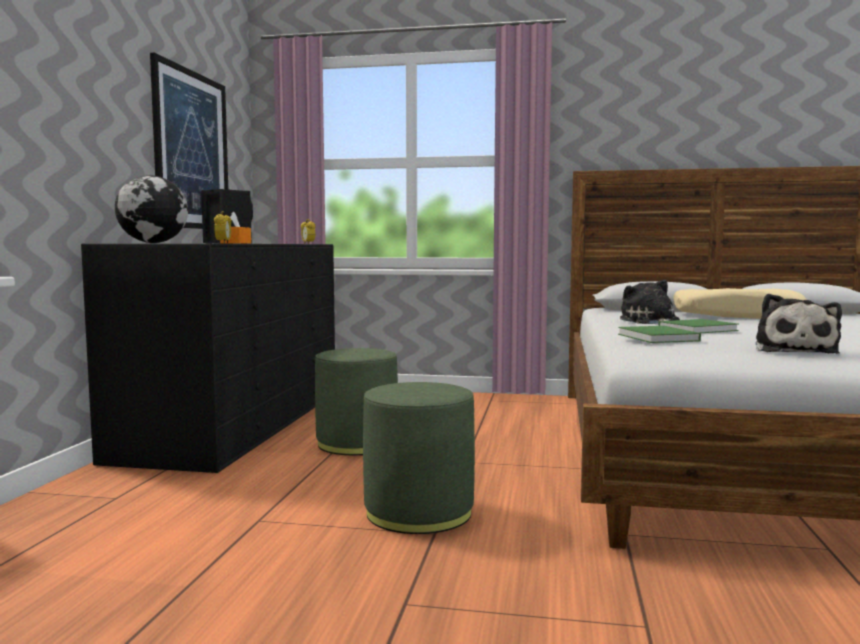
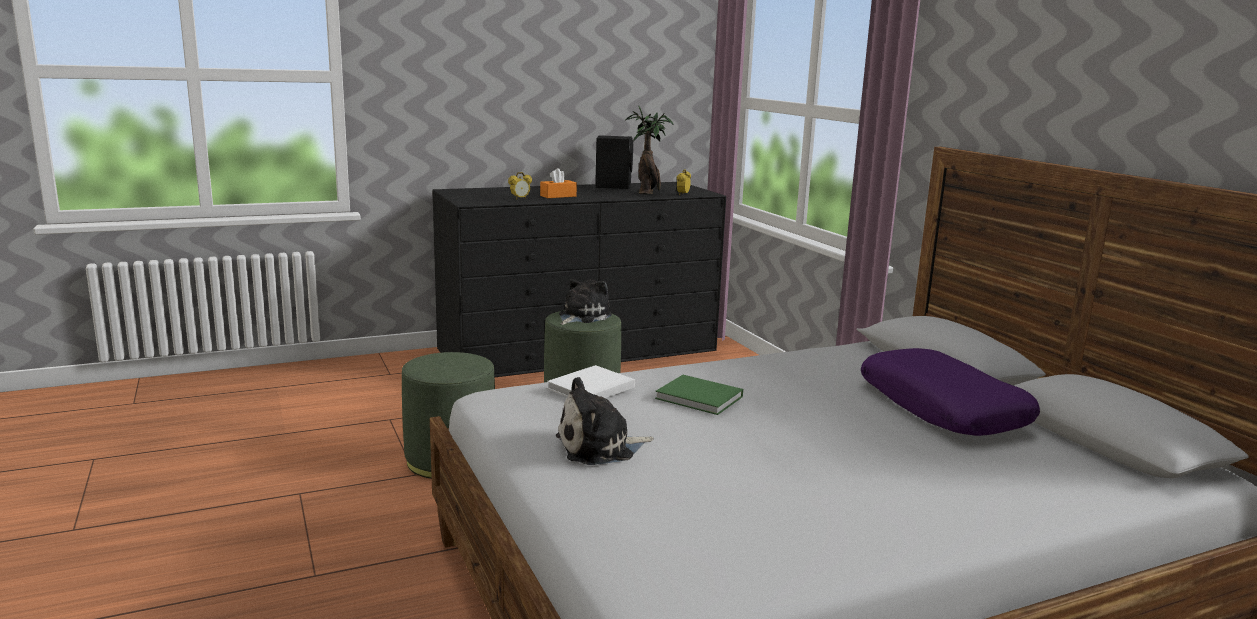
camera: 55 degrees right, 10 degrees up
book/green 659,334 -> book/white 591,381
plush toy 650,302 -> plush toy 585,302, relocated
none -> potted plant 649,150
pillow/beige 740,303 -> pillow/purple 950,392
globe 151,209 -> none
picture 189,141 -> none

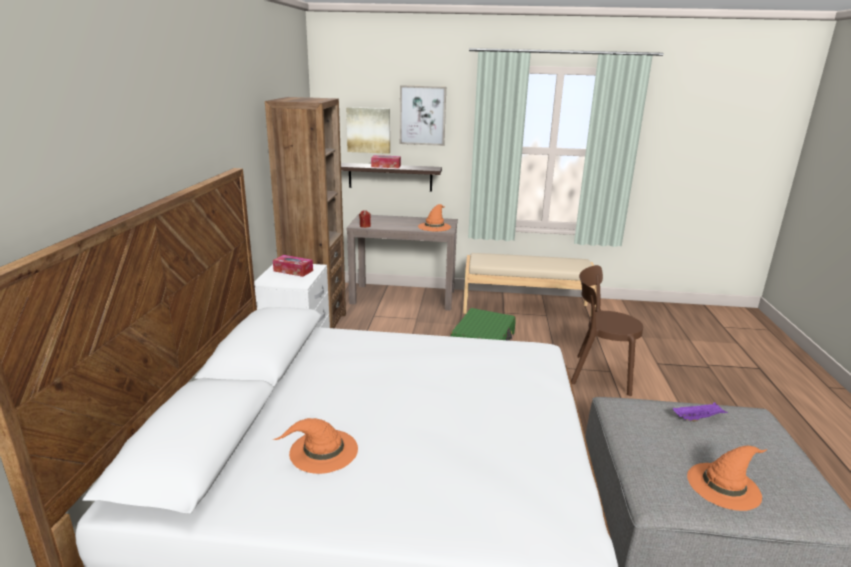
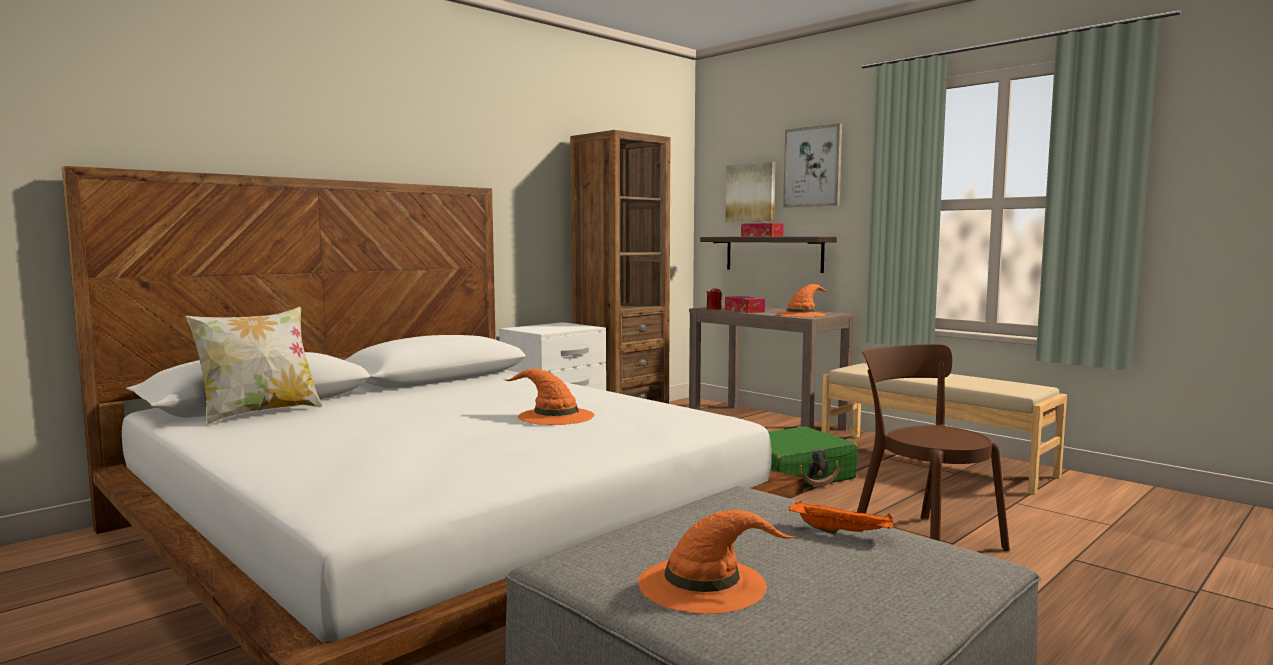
camera: 40 degrees right, 15 degrees down
none -> pillow 254,366
hat/orange 315,446 -> hat/orange 548,397, relocated
tissue box 293,266 -> tissue box 745,304, relocated
tray/purple 700,411 -> tray/orange 841,517

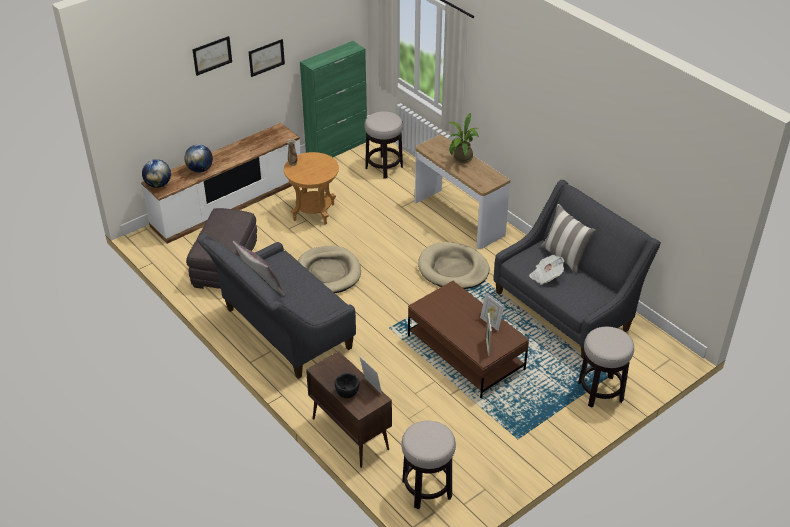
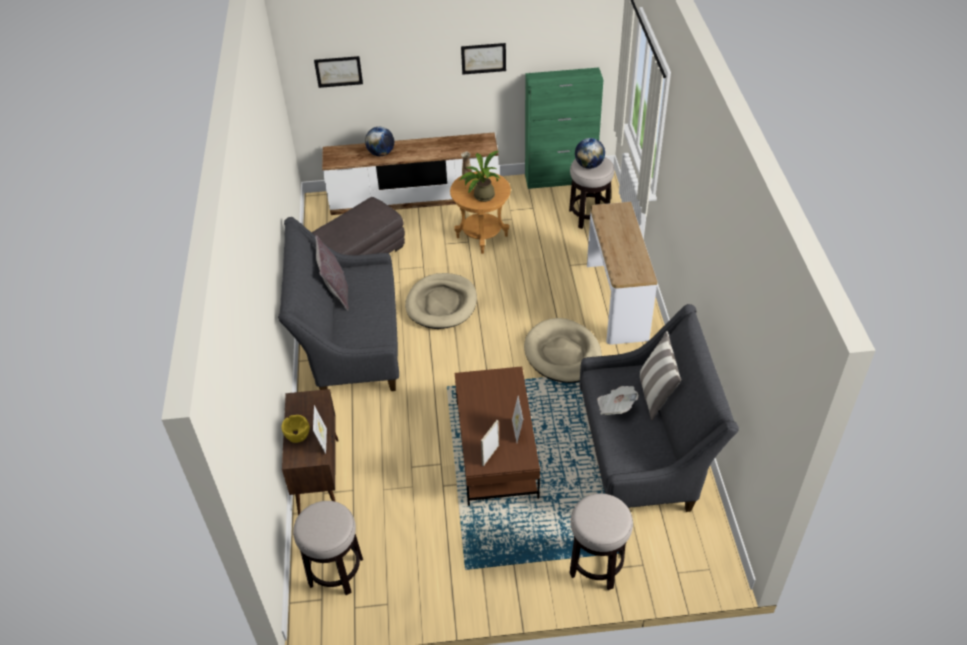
camera: 35 degrees right, 5 degrees up
bowl/black 346,385 -> bowl/yellow 295,429
picture 212,56 -> picture 338,72, relocated
potted plant 464,138 -> potted plant 479,176, relocated
globe 156,173 -> globe 590,153, relocated

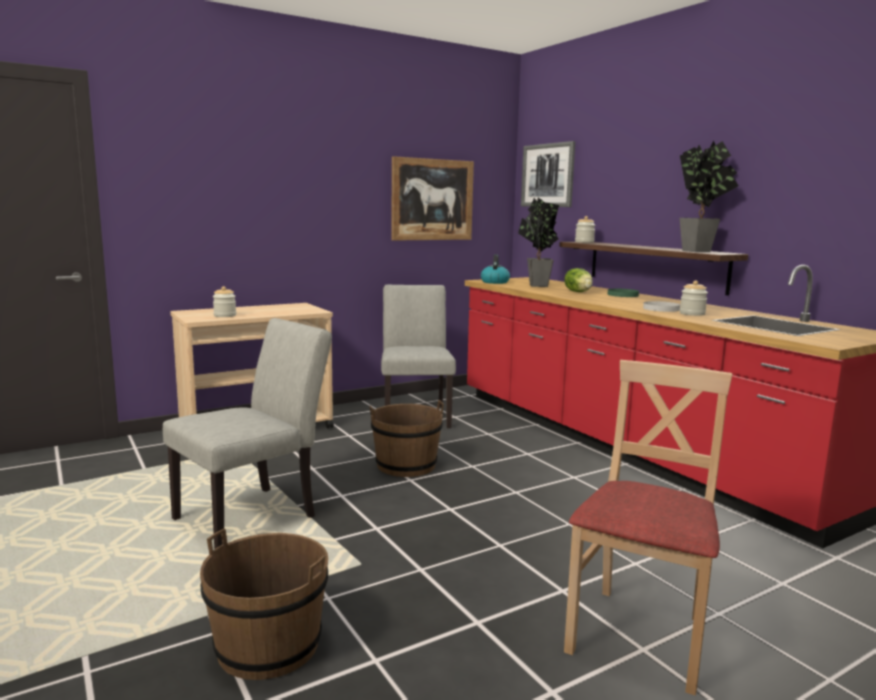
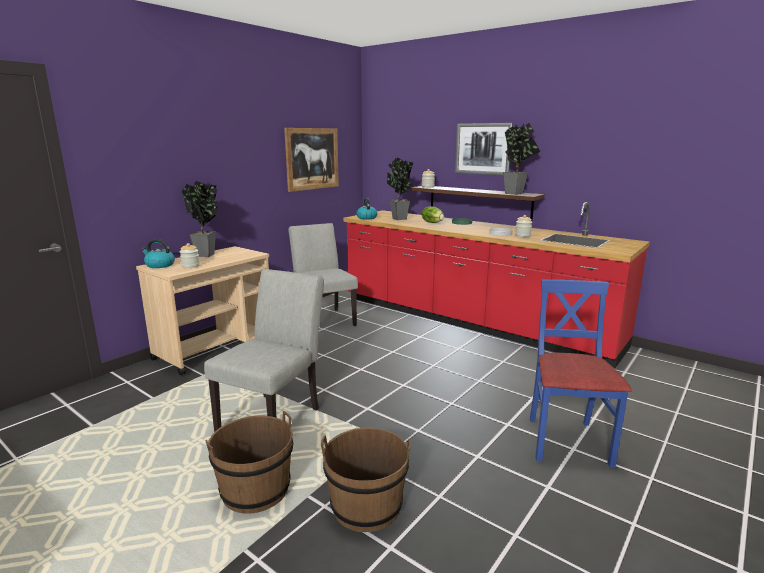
camera: 20 degrees left, 5 degrees up
none -> kettle 158,253
none -> potted plant 200,219
bucket/brown 407,438 -> bucket/brown 249,462, relocated
picture 548,174 -> picture 484,149, relocated
chair/beige 648,527 -> chair/blue 581,374

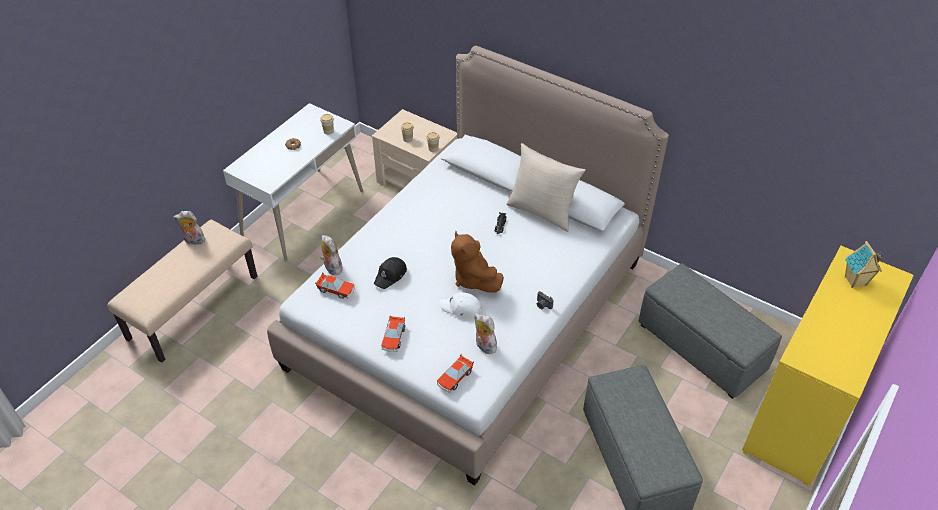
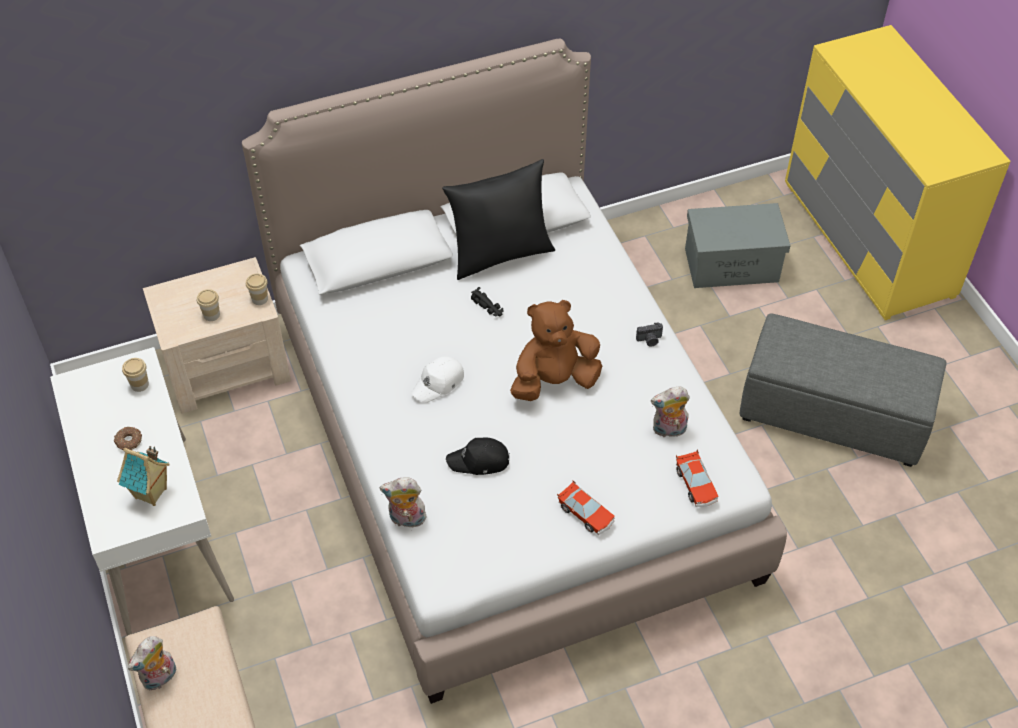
camera: 55 degrees left, 5 degrees up
toy house 864,264 -> toy house 143,476, relocated
cap/white 460,304 -> cap/white 437,379, relocated
pillow/beige 546,187 -> pillow/black 498,219
cap/black 390,273 -> cap/black 477,456, 105 degrees clockwise
plush toy/brown 477,262 -> plush toy/brown 556,350, 150 degrees clockwise
ottoman/grey 710,331 -> storage box/grey 738,245
toy car 335,286 -> none

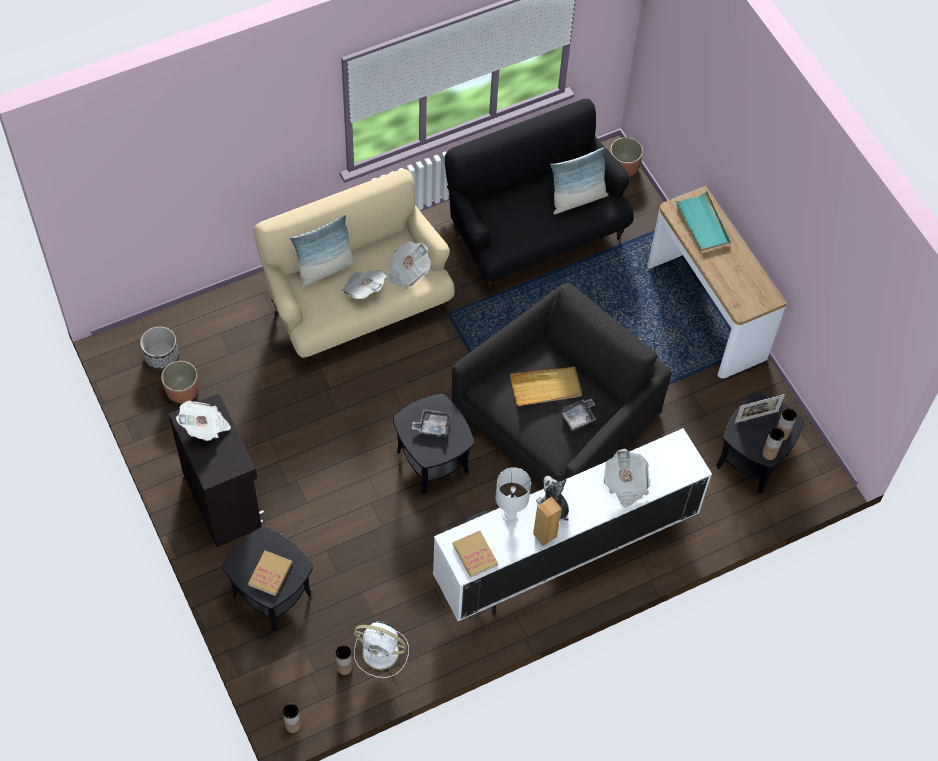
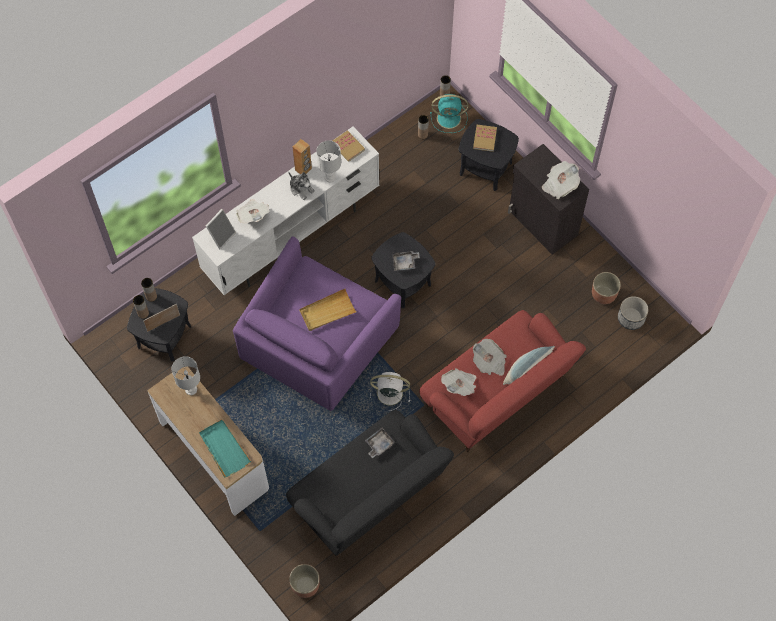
camera: 170 degrees right, 5 degrees up
none -> table lamp/white 186,375
none -> picture frame 221,229
armchair/black 562,385 -> armchair/purple 317,323
tray/grey 577,414 -> tray/grey 380,443, relocated
fan/white 381,649 -> fan/white 390,391, relocated
sofa/beige 354,268 -> sofa/red 502,381
none -> fan/turquoise 449,113
pillow 579,180 -> none

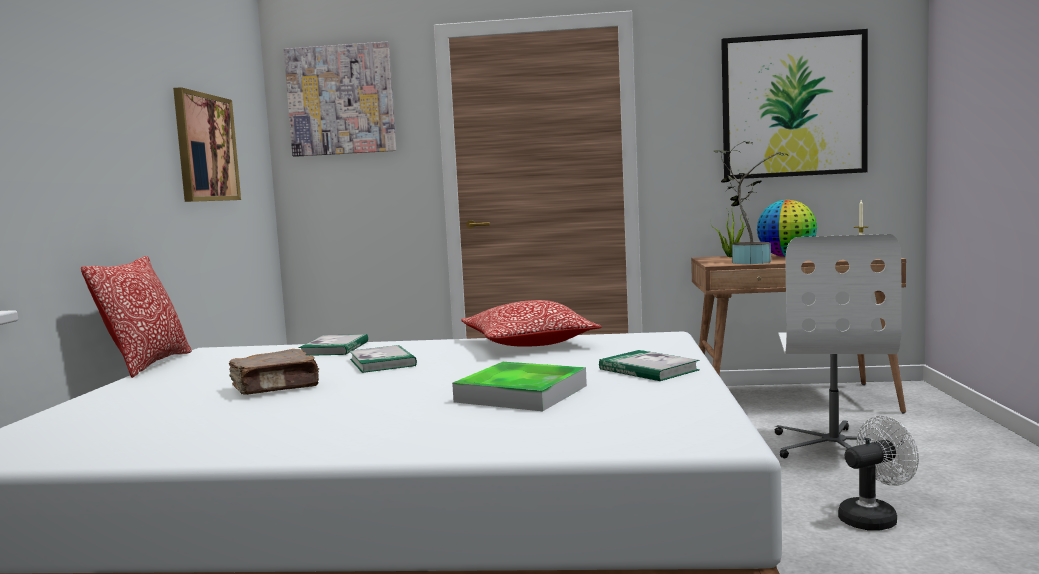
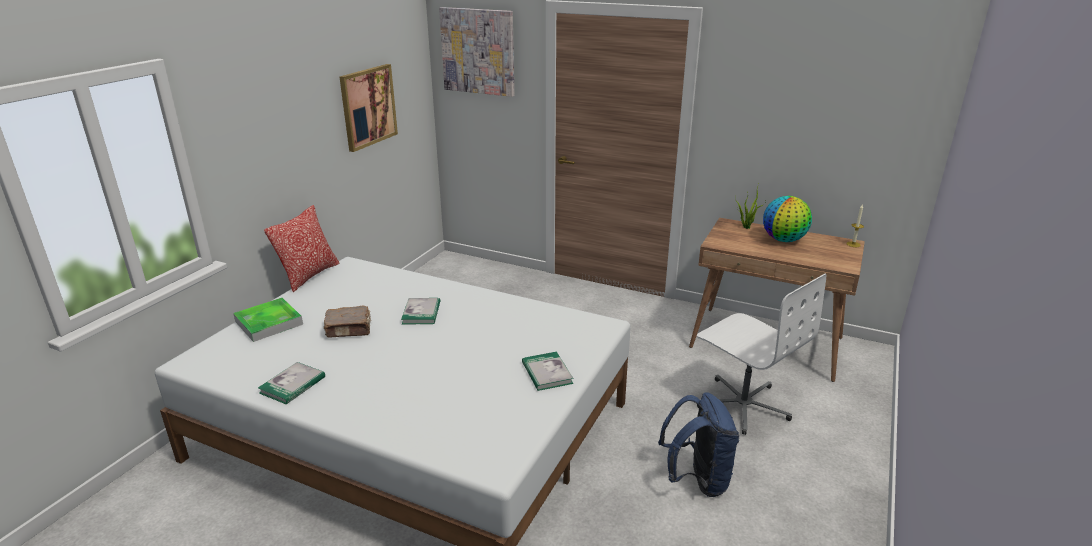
camera: 20 degrees right, 20 degrees up
tray 519,386 -> tray 268,320, relocated
book 333,345 -> book 291,383, relocated
fan/white 878,473 -> backpack/blue 698,444
office chair/white 839,346 -> office chair/white 761,354, 75 degrees counterclockwise
pillow 531,323 -> none
potted plant 750,202 -> none
picture 794,104 -> none

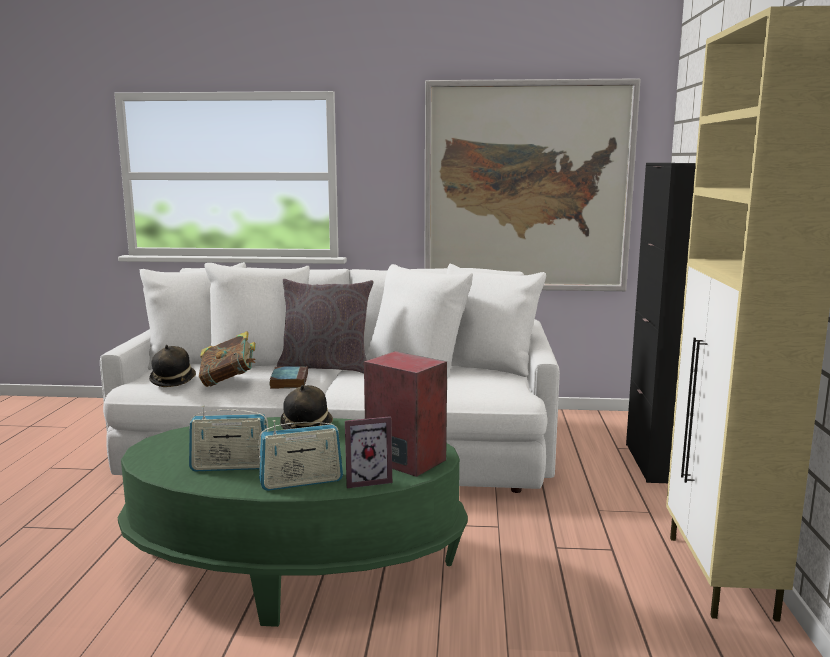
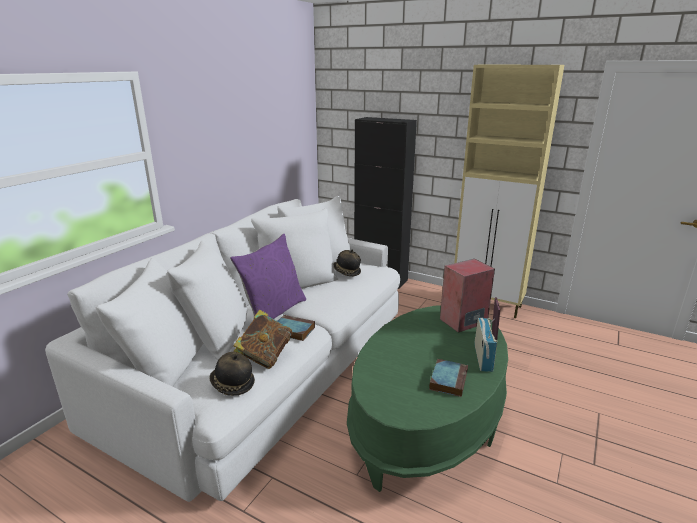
camera: 65 degrees left, 10 degrees up
pillow/grey 325,326 -> pillow/purple 268,276
hat 306,407 -> hat 347,263, relocated
radio 228,438 -> book 448,378
picture 533,184 -> none

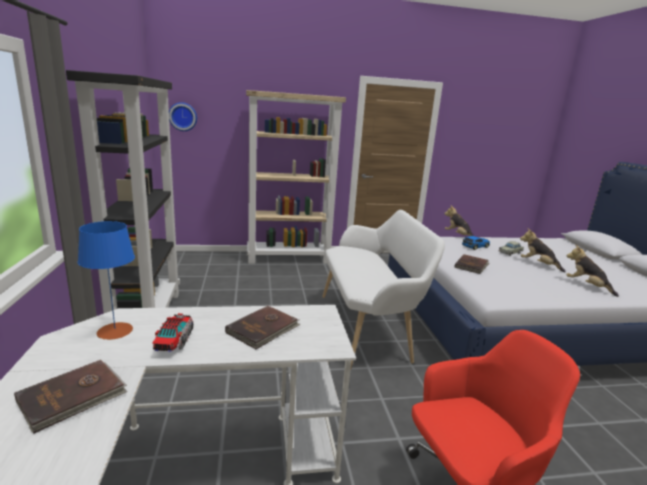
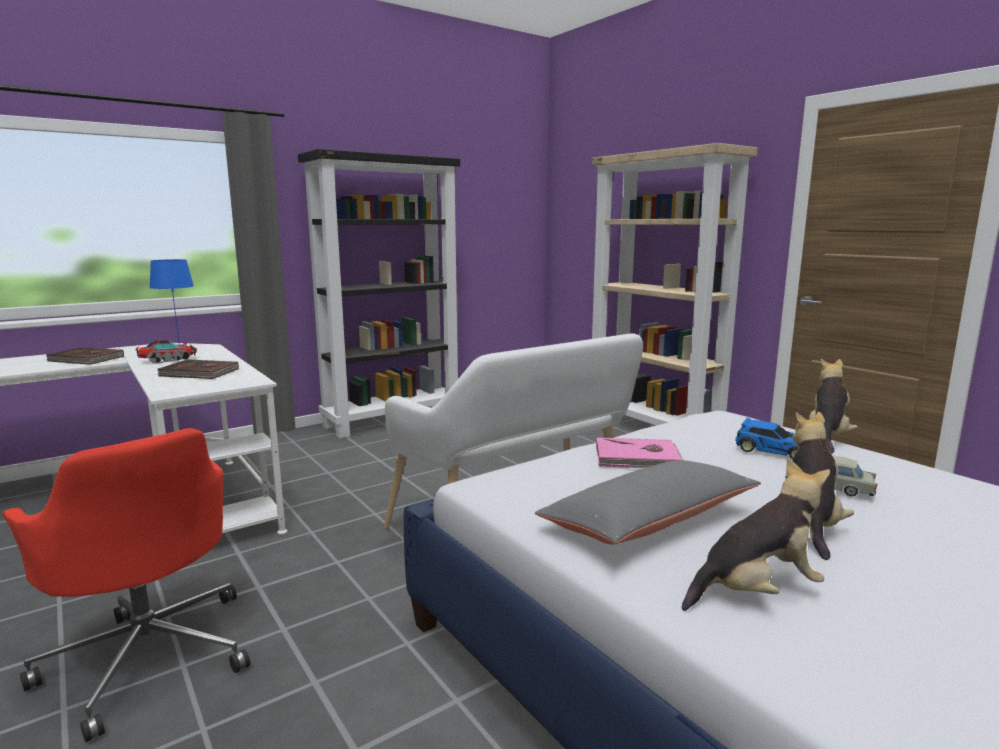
camera: 65 degrees right, 5 degrees down
none -> pillow/grey 648,502
book/brown 472,264 -> book/pink 639,453
plush toy 592,271 -> plush toy 756,534, 45 degrees clockwise
wall clock 183,116 -> none

